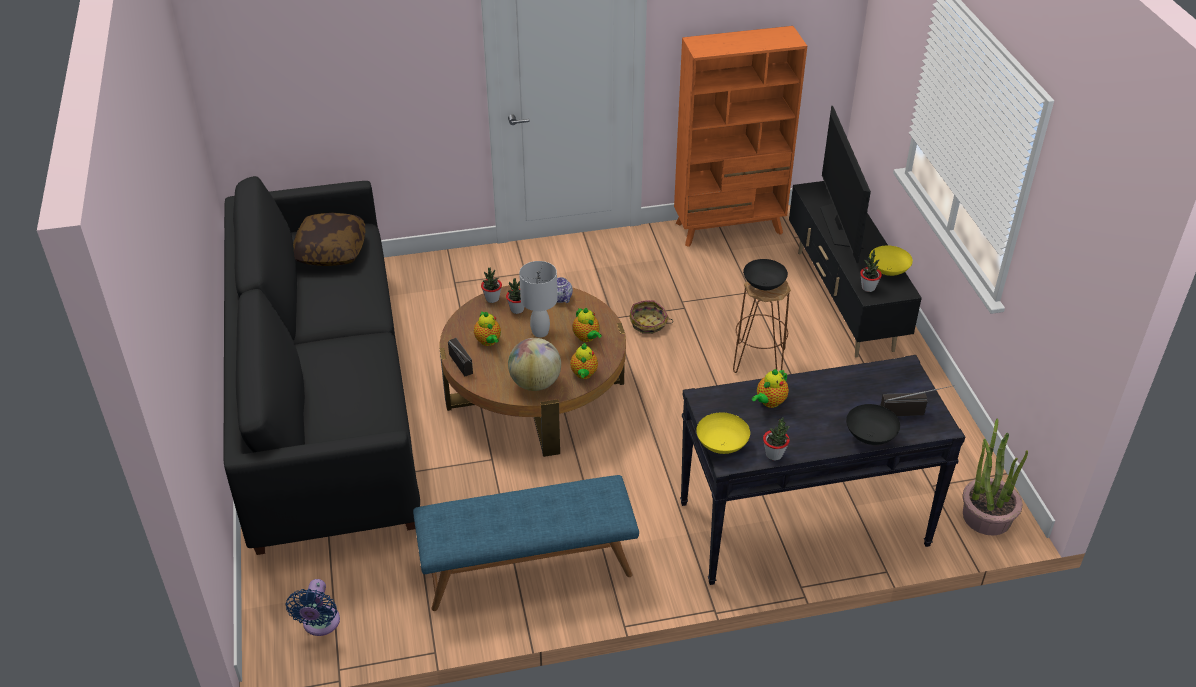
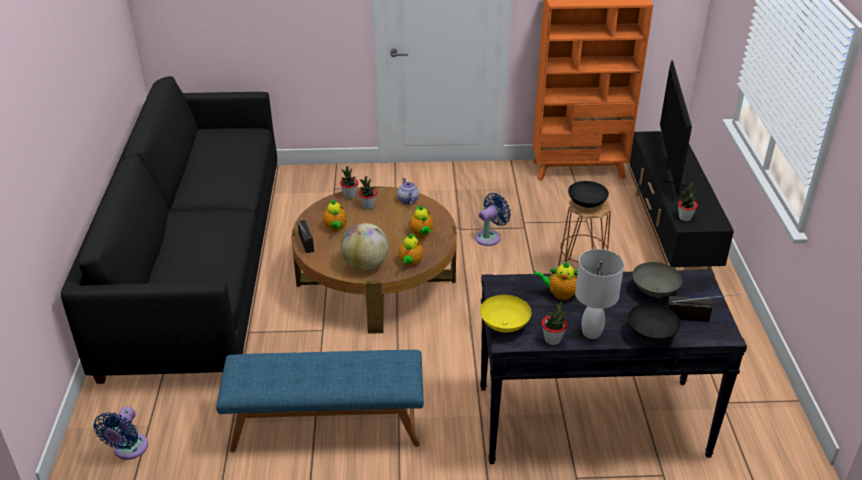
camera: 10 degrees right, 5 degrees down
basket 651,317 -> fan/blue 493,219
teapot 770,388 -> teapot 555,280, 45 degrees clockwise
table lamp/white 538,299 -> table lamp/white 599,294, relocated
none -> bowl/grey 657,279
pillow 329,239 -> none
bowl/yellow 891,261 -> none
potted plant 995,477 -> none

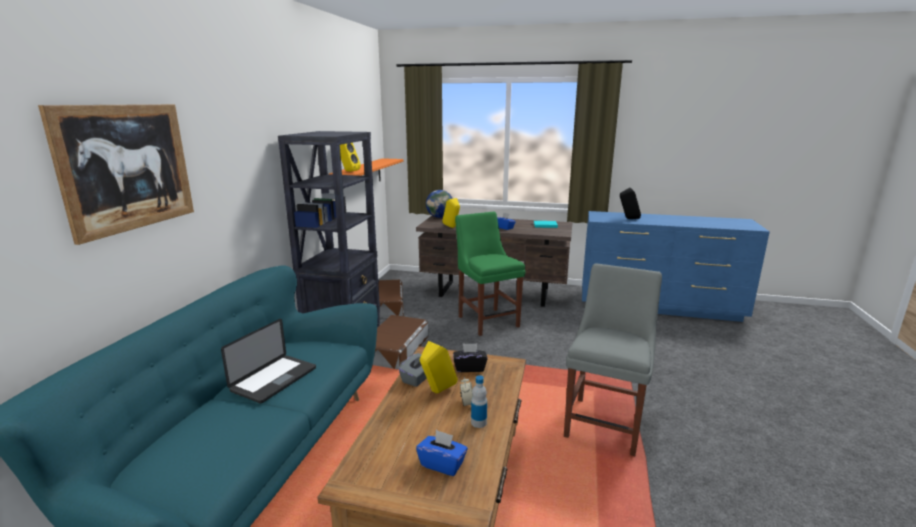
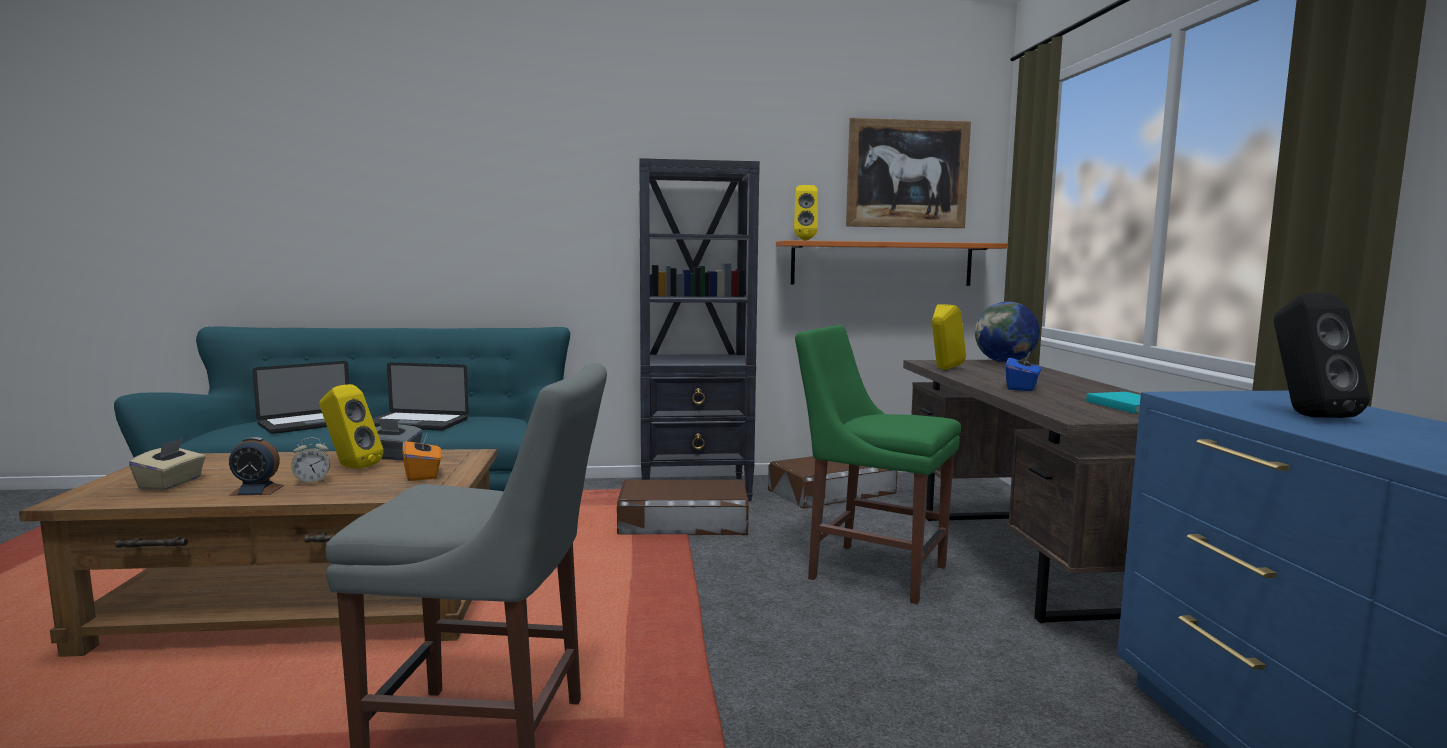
camera: 70 degrees right, 10 degrees down
tissue box/blue 442,453 -> tissue box/beige 167,464
bottle 479,401 -> alarm clock 256,466
none -> laptop 301,397
tissue box/black 470,357 -> tissue box/orange 422,456
chair/green 490,274 -> chair/green 878,464, 105 degrees counterclockwise
picture 116,174 -> picture 908,173, relocated

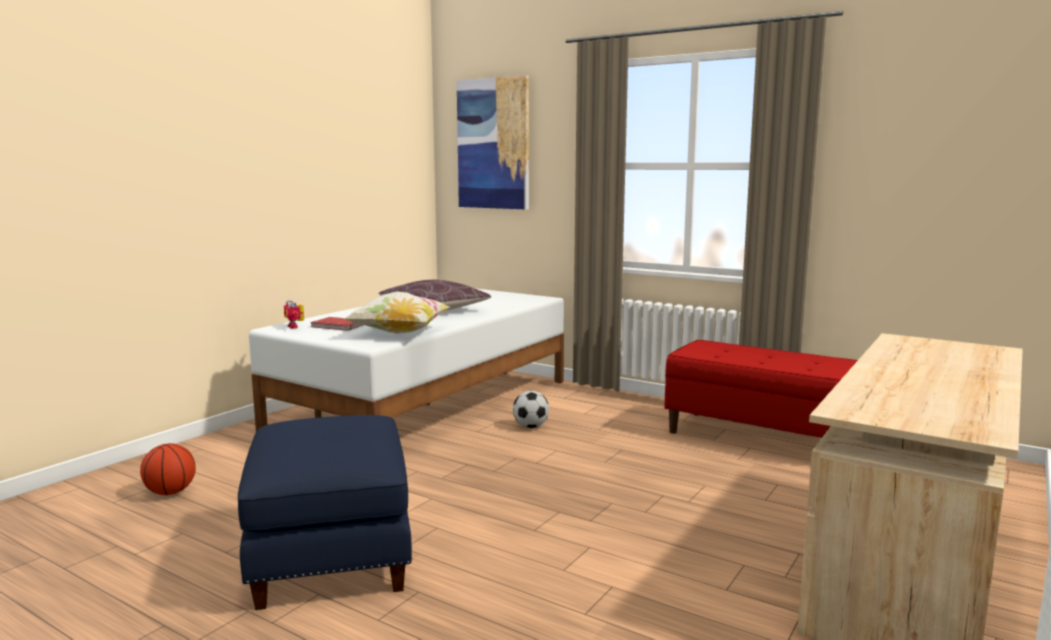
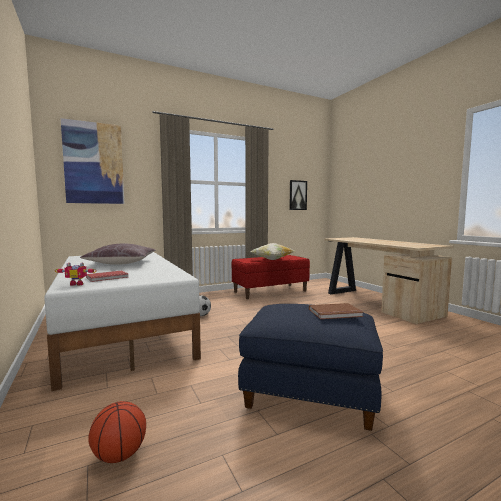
camera: 60 degrees left, 5 degrees down
pillow 396,312 -> pillow 272,251, relocated
none -> picture 298,195
none -> book/brown 336,311

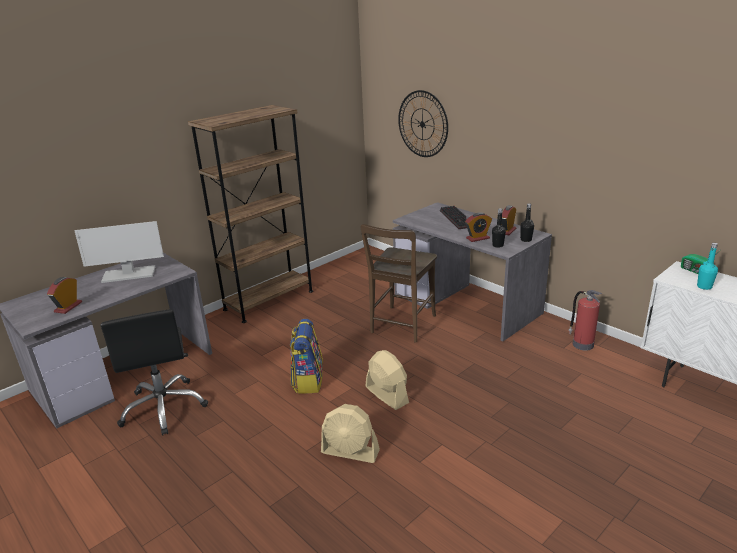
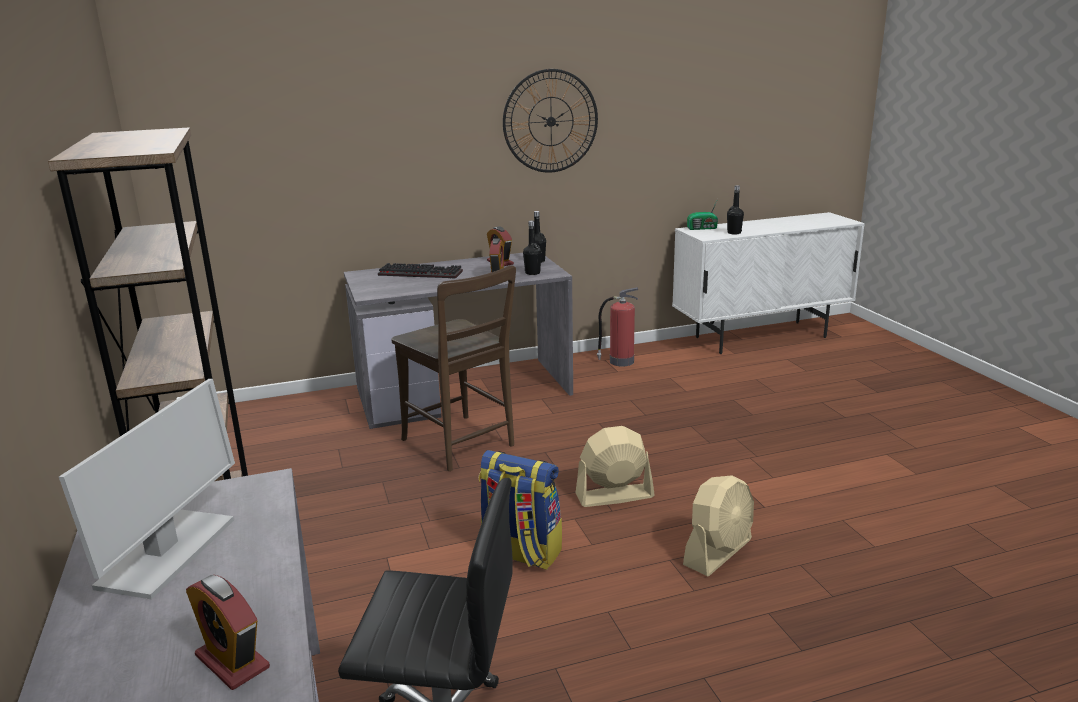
camera: 65 degrees left, 5 degrees down
wall clock 423,123 -> wall clock 550,121, relocated
bottle/turquoise 707,266 -> bottle/black 735,209

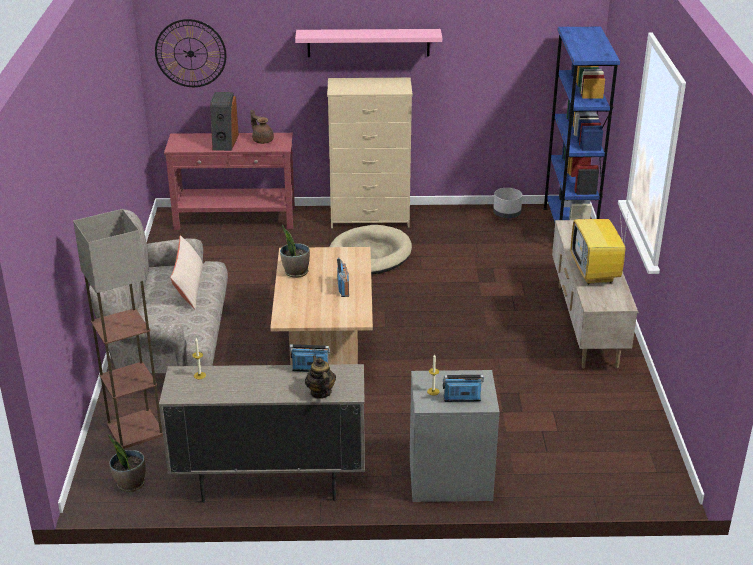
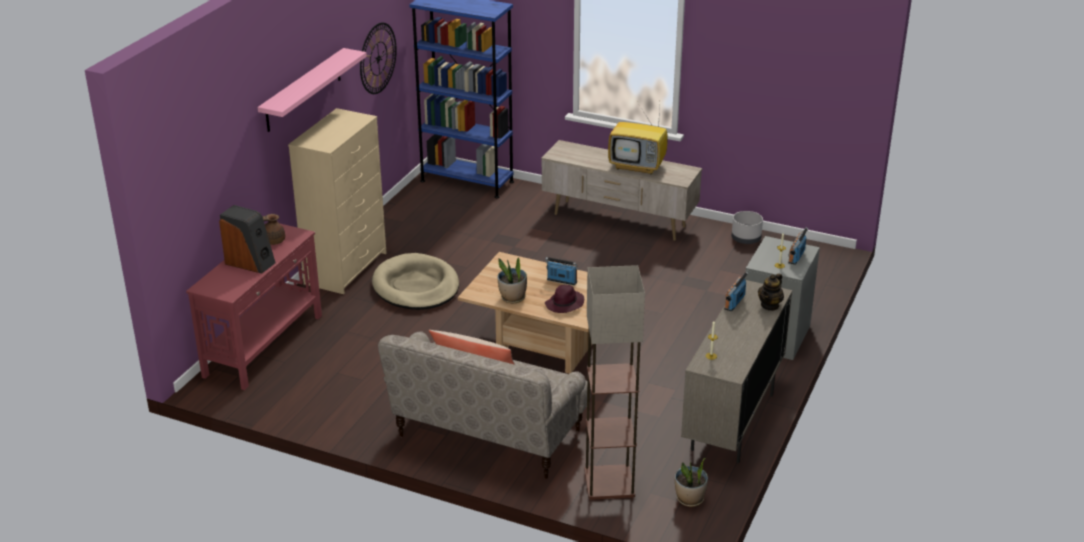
camera: 65 degrees left, 0 degrees up
wall clock 190,53 -> wall clock 378,58, relocated
none -> hat/purple 564,299
planter/grey 507,203 -> planter/grey 747,227, relocated
teapot 320,377 -> teapot 771,292, 60 degrees counterclockwise

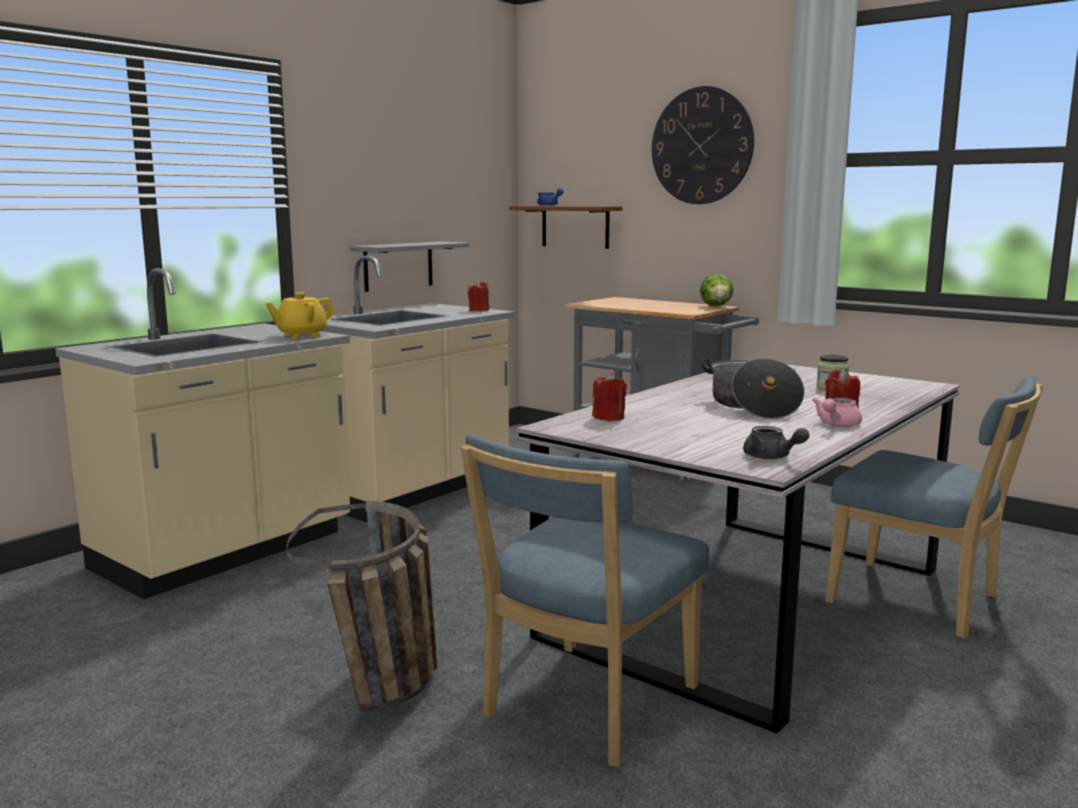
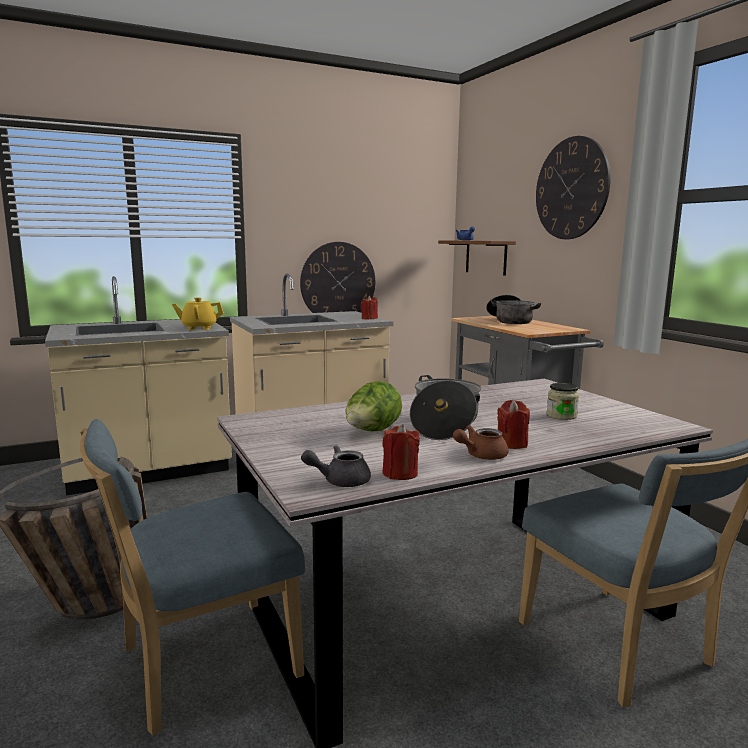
camera: 25 degrees right, 0 degrees up
shelf/grey 409,267 -> wall clock 337,277
teapot/grey 776,442 -> teapot/grey 336,466, 90 degrees clockwise
lettuce 717,290 -> lettuce 374,406, relocated
candle/red 609,396 -> candle/red 401,452, relocated
teapot/pink 837,412 -> teapot/brown 481,442
none -> cooking pot 513,309

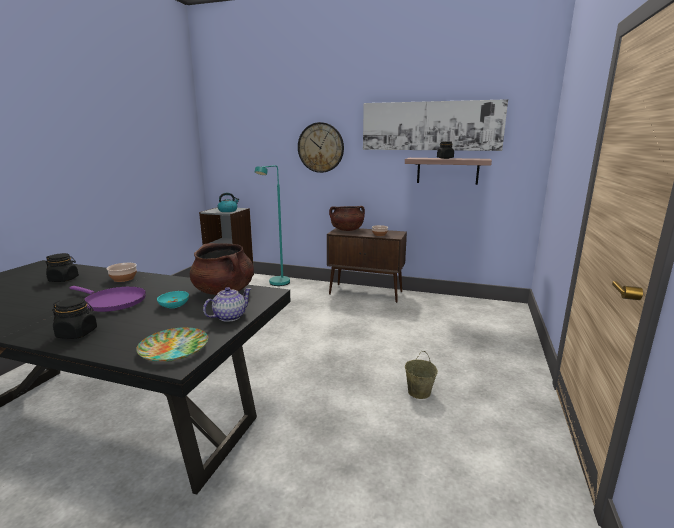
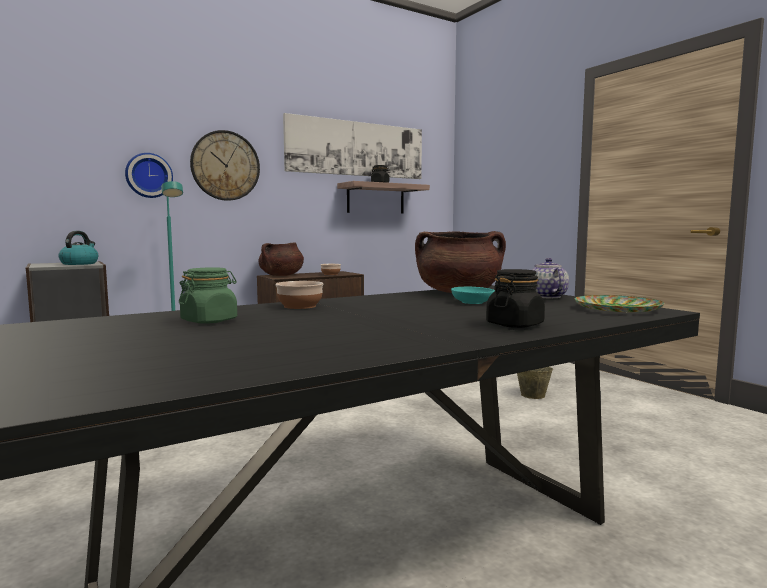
camera: 50 degrees left, 10 degrees down
none -> wall clock 149,175
jar/black 62,267 -> jar/green 208,295
frying pan/purple 108,299 -> none

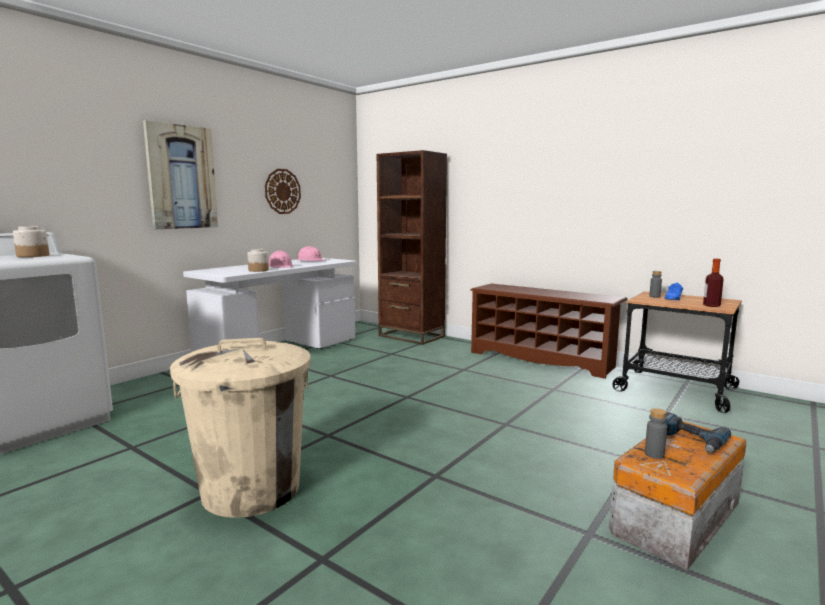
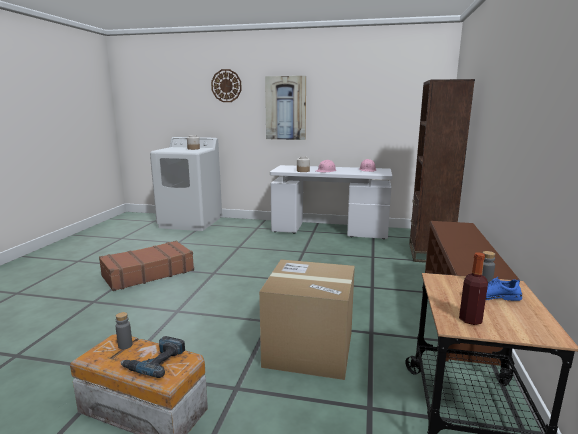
camera: 65 degrees right, 5 degrees up
trash can/beige 240,428 -> suitcase/brown 146,266
wall clock 283,191 -> wall clock 226,85, relocated
none -> cardboard box 307,319

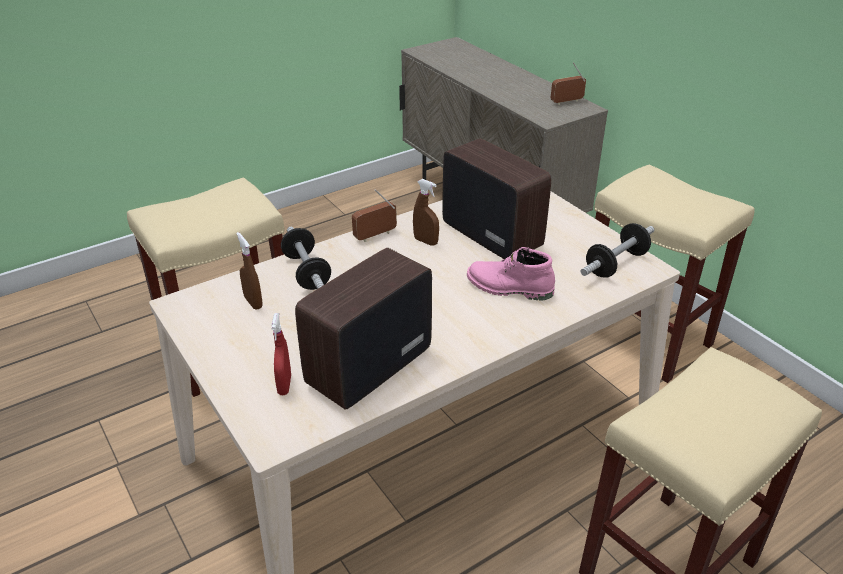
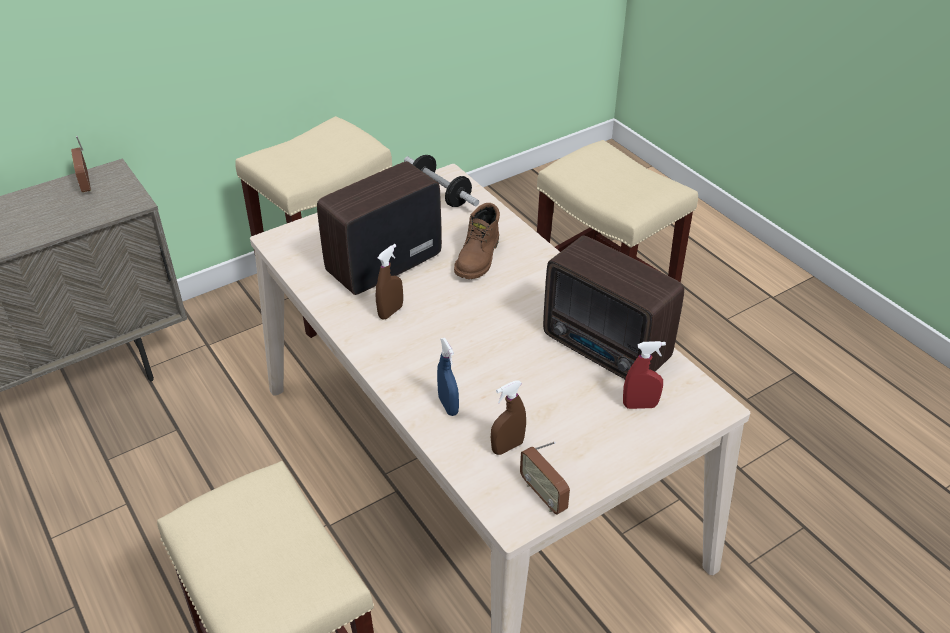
camera: 90 degrees left, 5 degrees up
dumbbell 306,258 -> spray bottle/blue 448,377
boot/pink 511,273 -> boot/brown 477,241
radio 374,215 -> radio 545,478, relocated

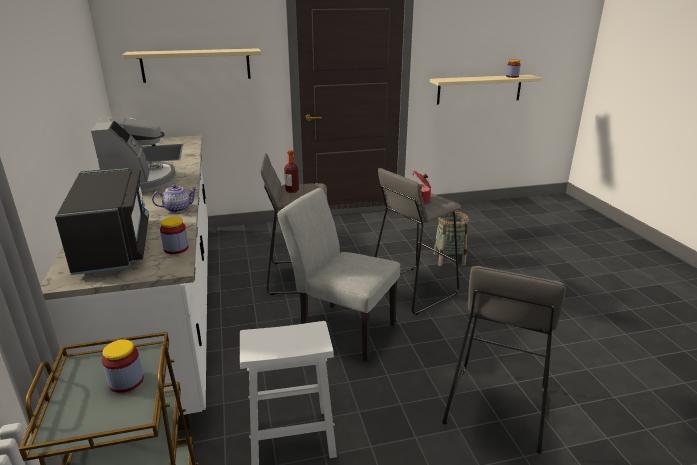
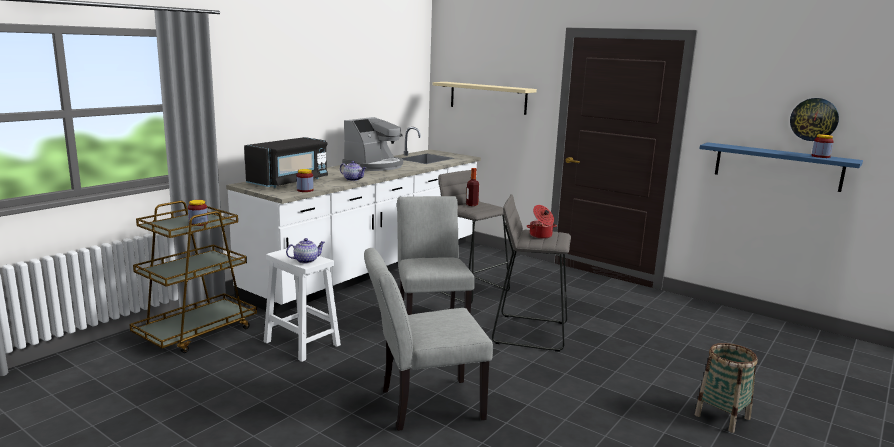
camera: 50 degrees right, 10 degrees down
none -> teapot 305,251
stool/grey 504,360 -> chair/grey 428,339
basket 451,238 -> basket 726,388, relocated
shelf/beige 486,90 -> shelf/blue 781,167
none -> wall clock 814,119

